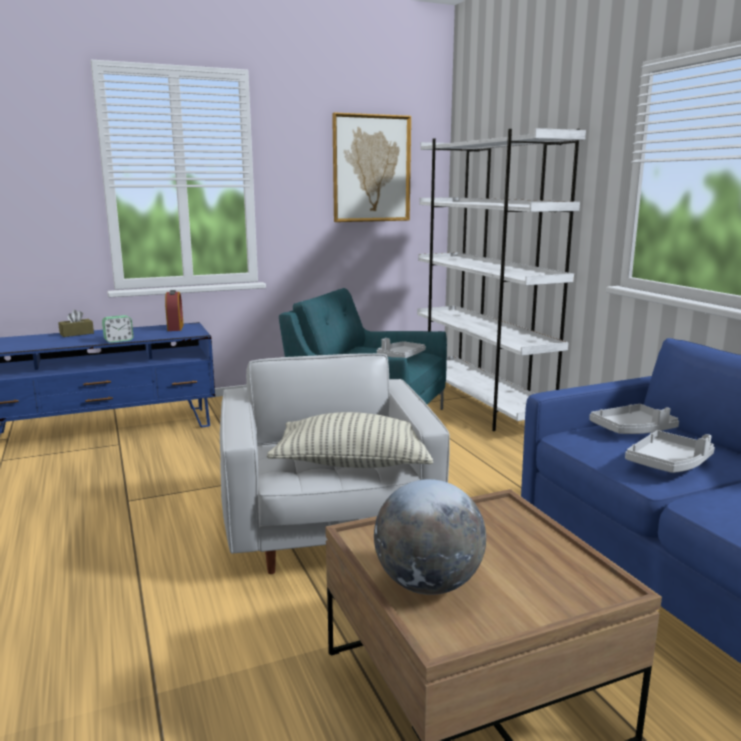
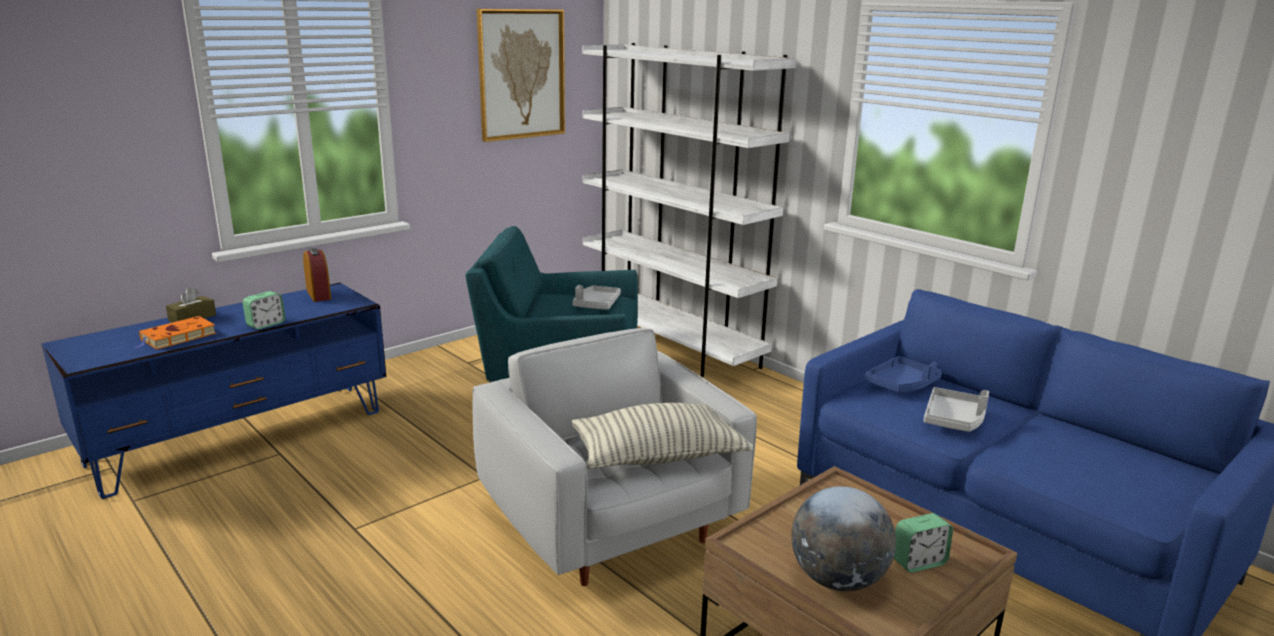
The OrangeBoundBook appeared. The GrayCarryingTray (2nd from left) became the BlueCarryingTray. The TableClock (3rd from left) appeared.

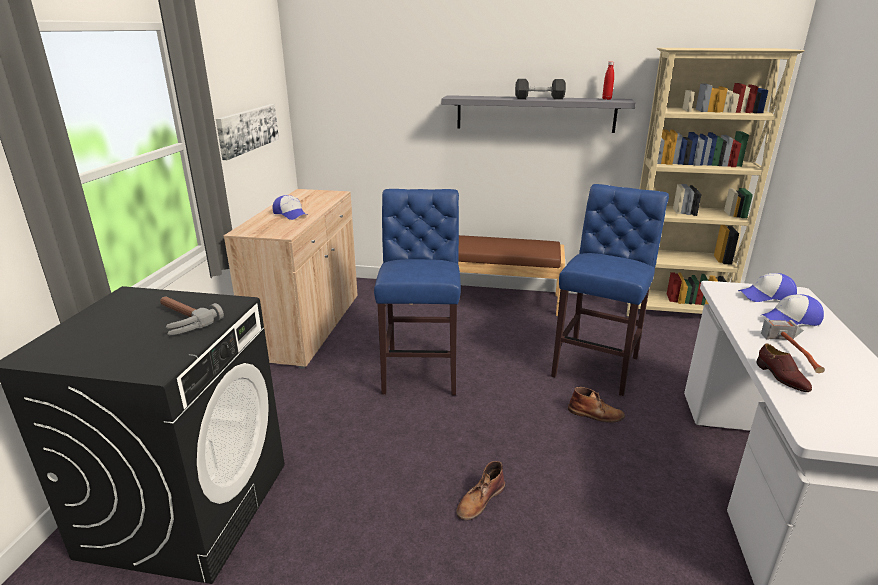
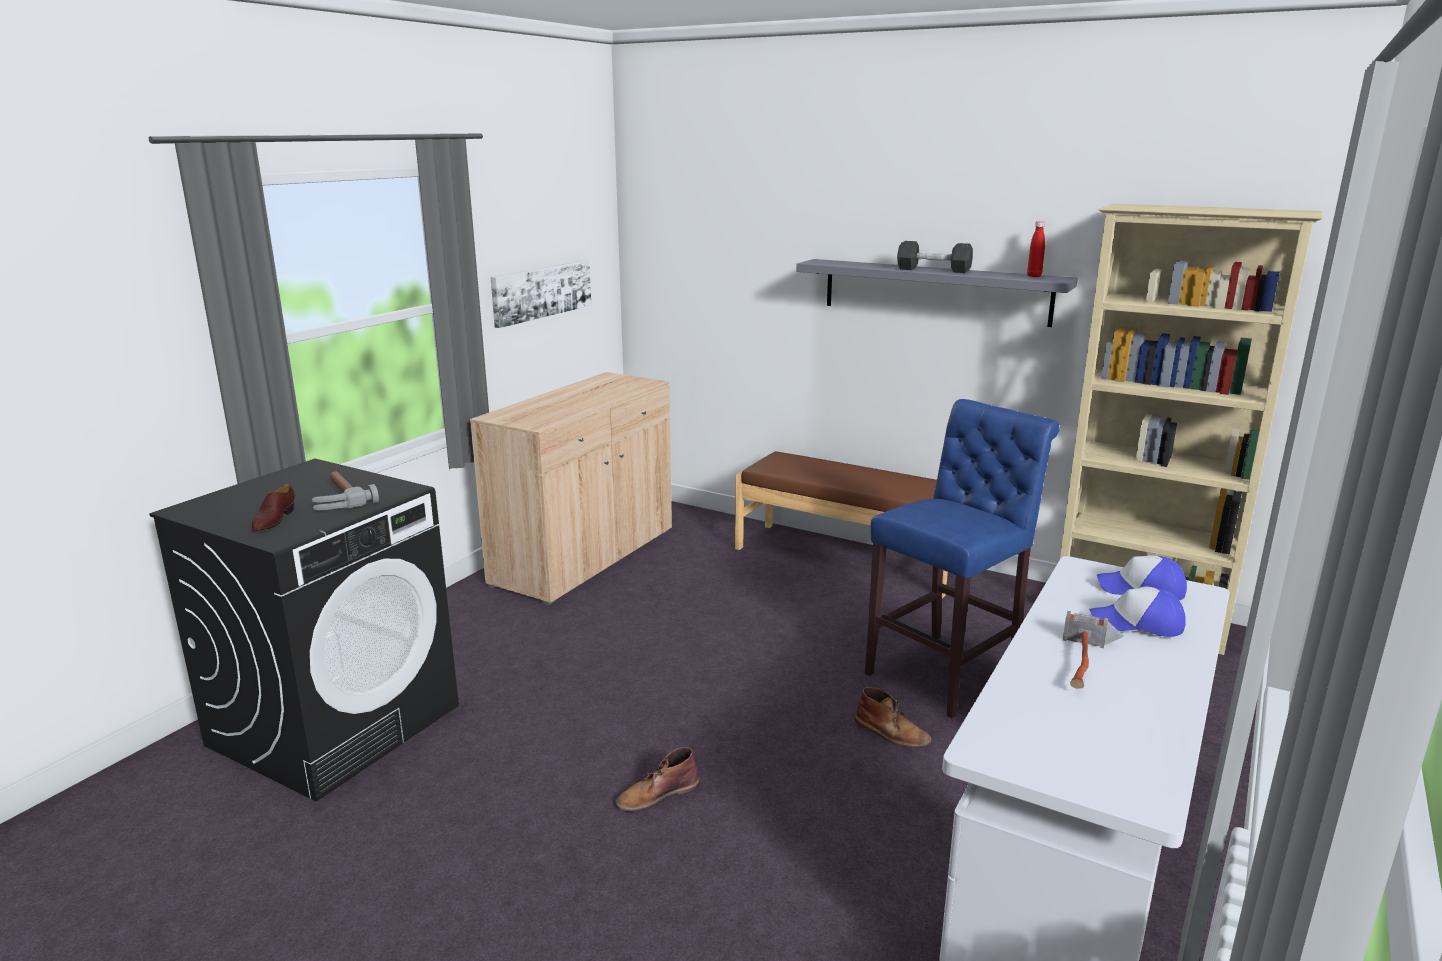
The BrownShoe moved. The BaseballCap (1st from left) disappeared. The BlueSittingStool (1st from left) disappeared.

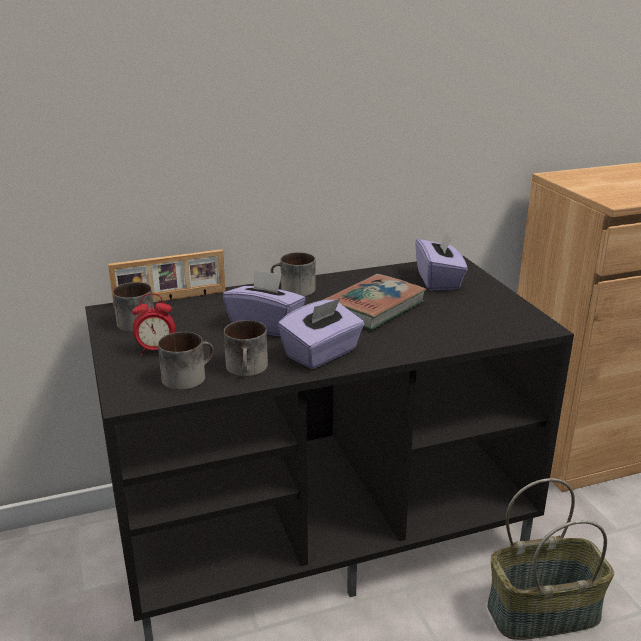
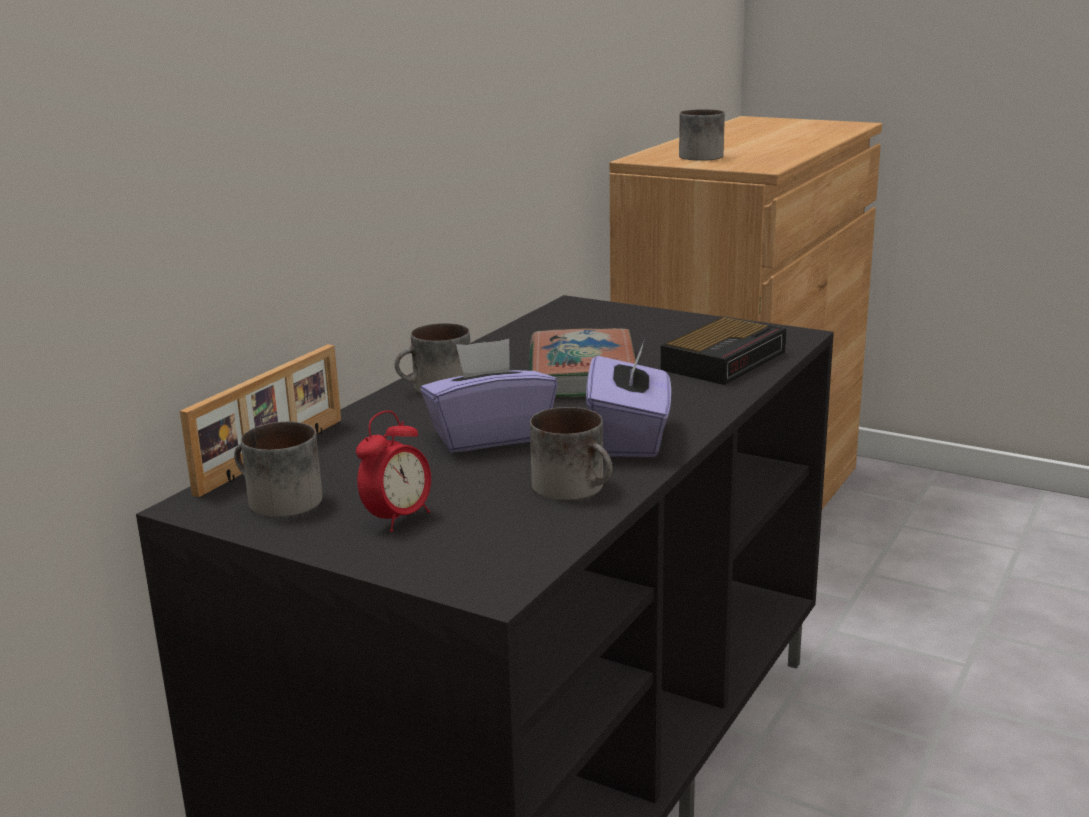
The TableClock (2nd from left) appeared. The TeaMug (2nd from left in the first image) moved. The PurpleColouredBoxOfTissues (3rd from left) disappeared. The Basket disappeared.

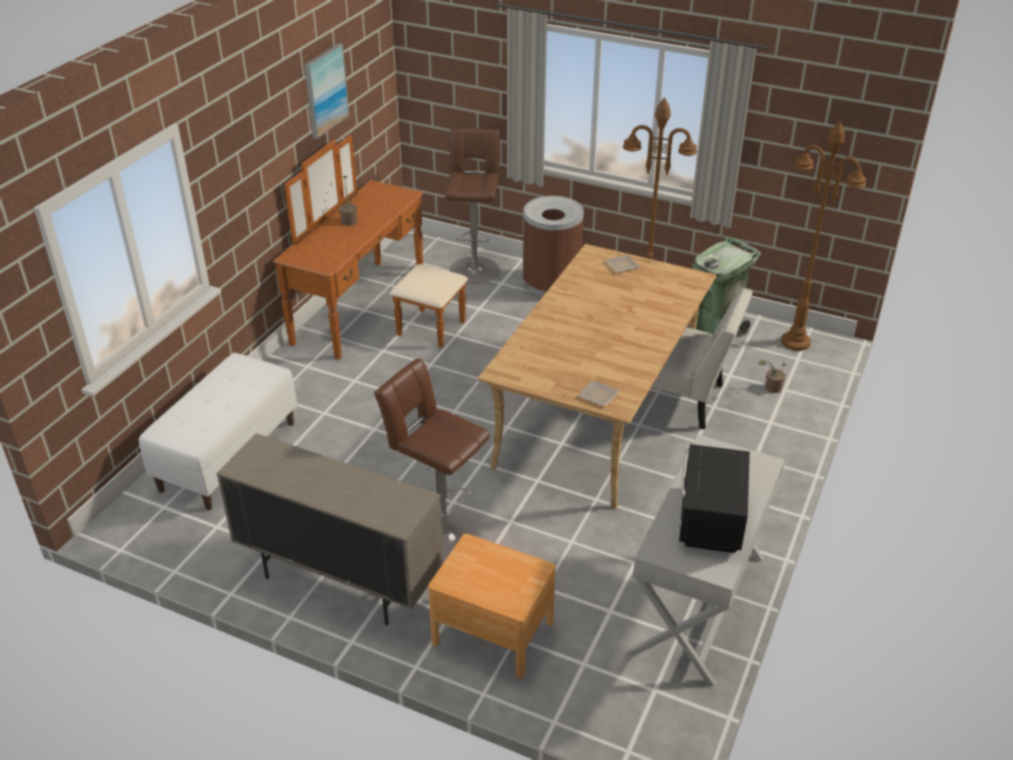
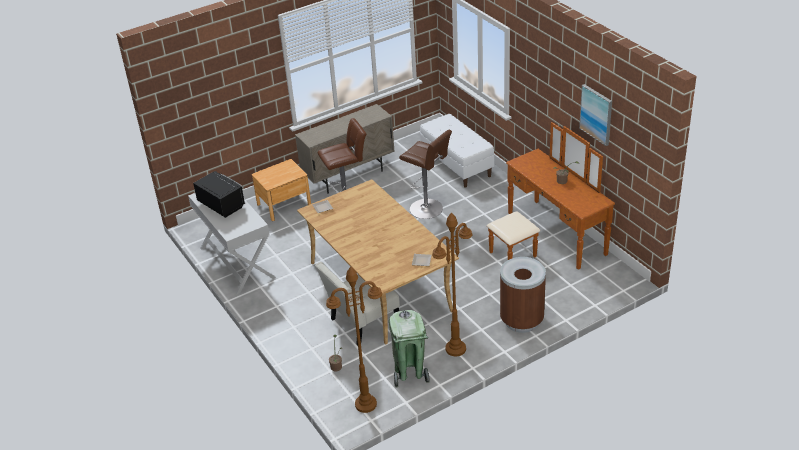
The BrownSittingStool (2nd from left) moved.

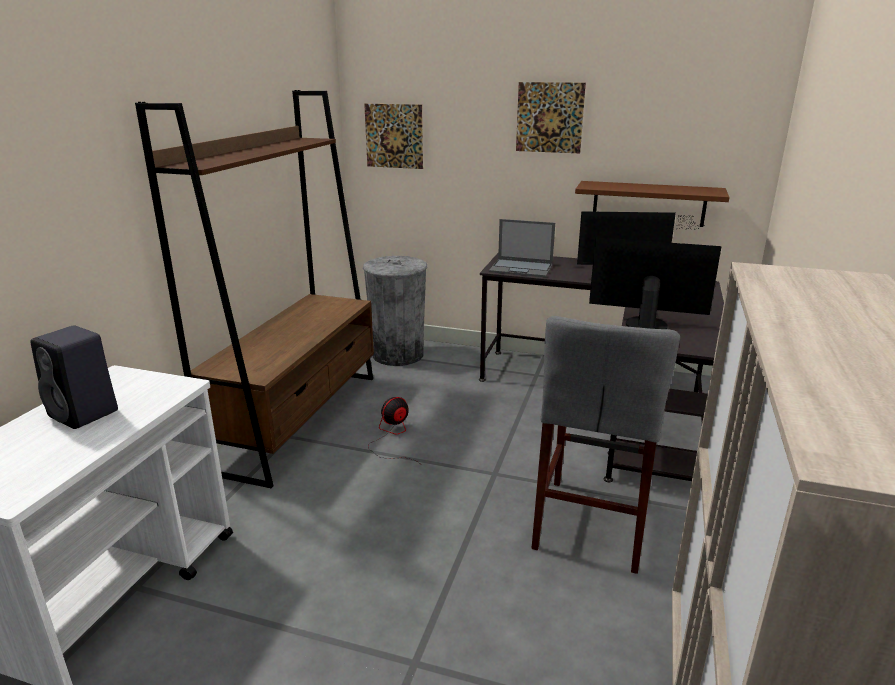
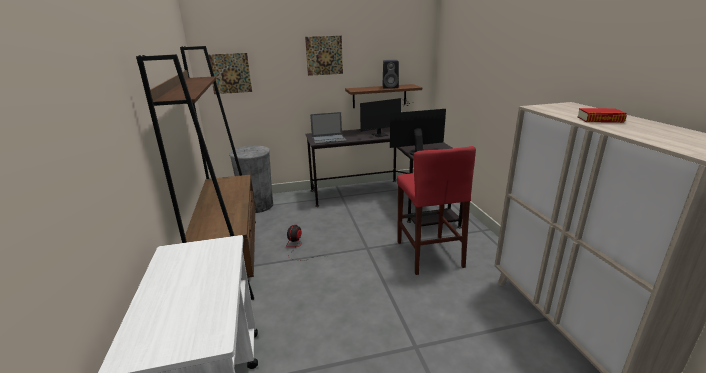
The BlackSpeaker moved. The GraySittingStool became the ReddishSittingStool. The BoundBook appeared.

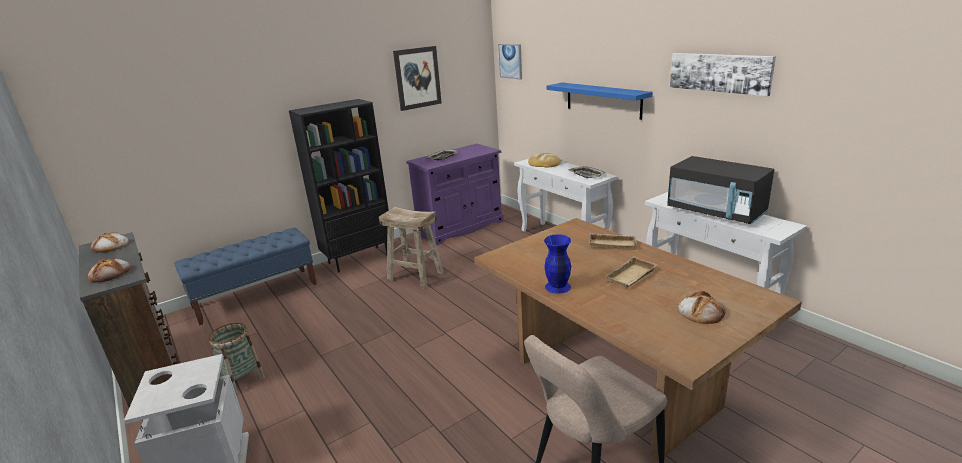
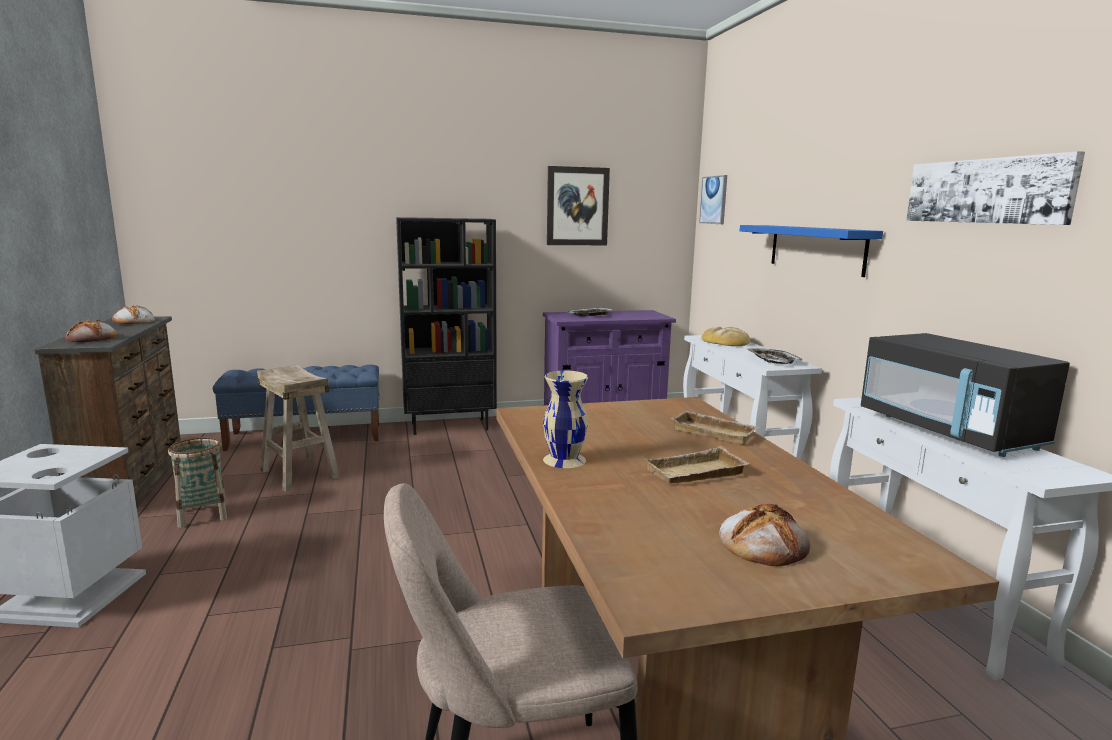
The BeigeSittingStool moved. The BlueFlowerVase became the BeigeFlowerVase.

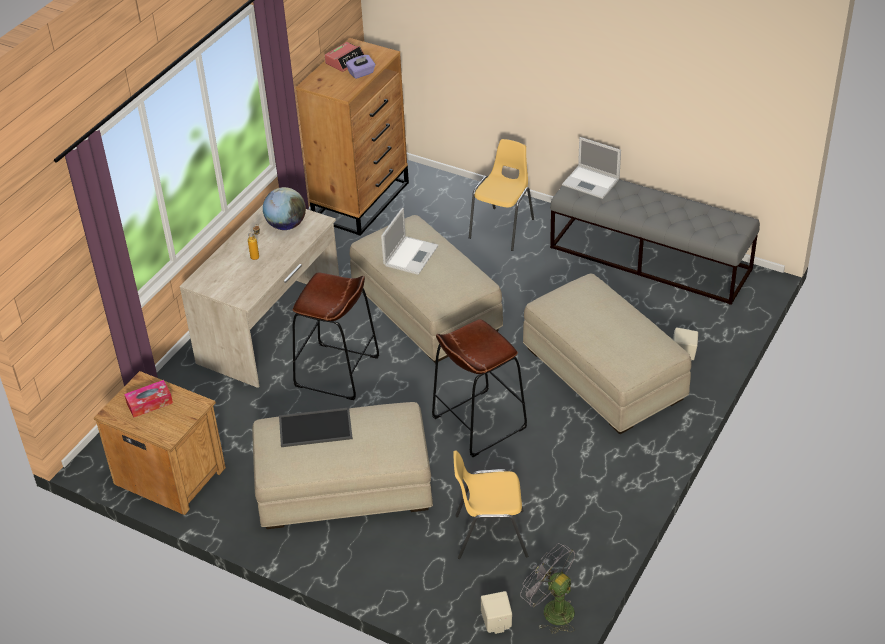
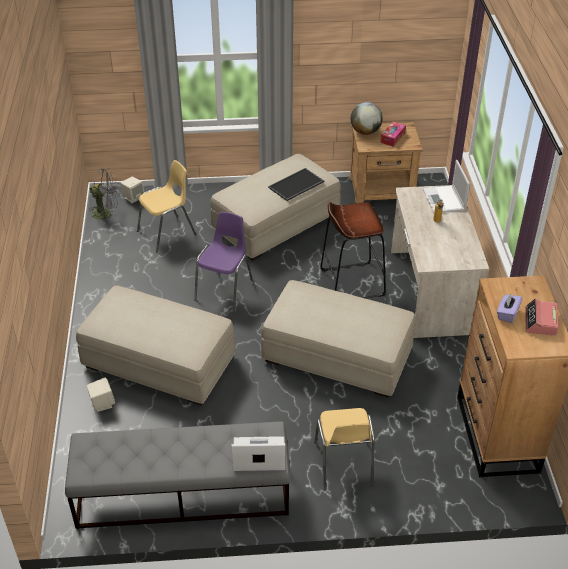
The BrownSittingStool (2nd from left) was replaced by the PurpleColouredUprightChair. The WorldGlobe moved. The NotebookComputer (1st from left in the first image) moved.

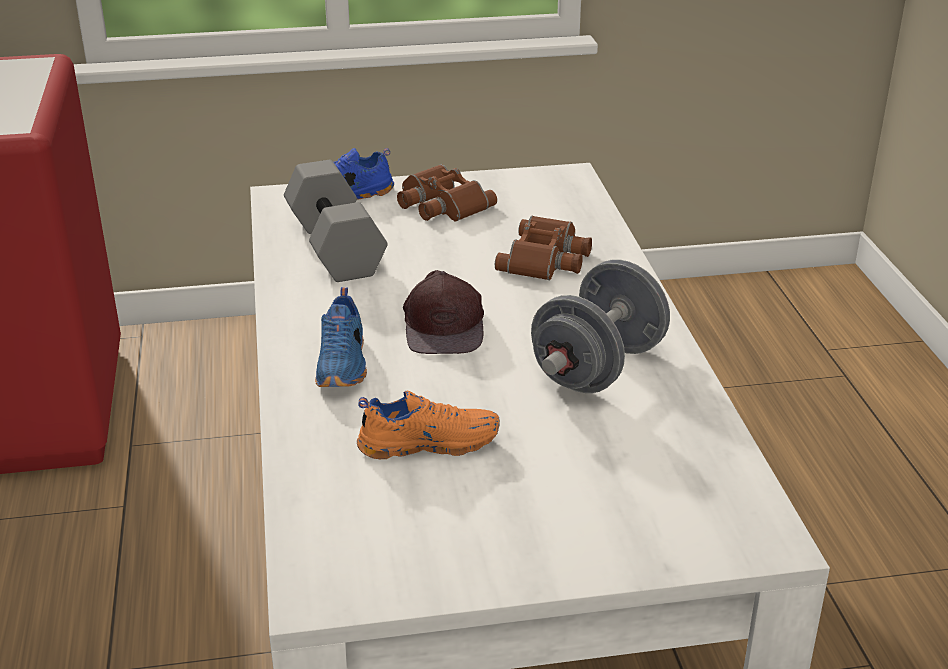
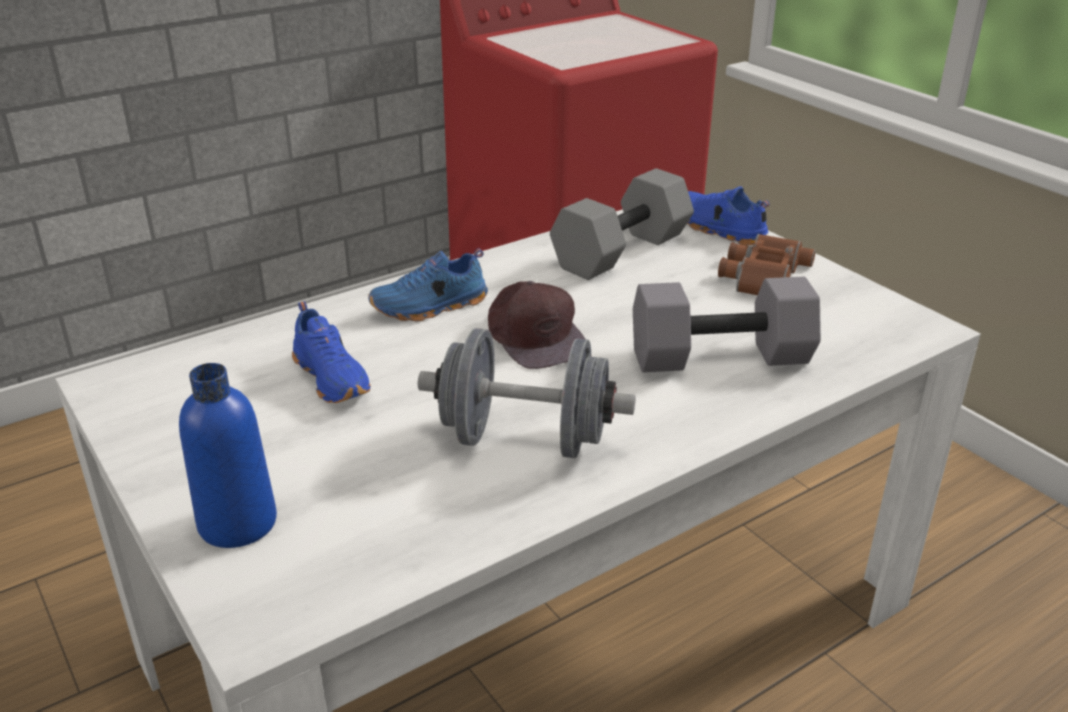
The BlueDrinkBottle appeared. The OrangeShoe became the BlueShoe (1st from left). The BrownBaseballCap turned 90 degrees counterclockwise. The BrownFieldGlasses (2nd from left) was replaced by the GrayFreeWeight (3rd from left).

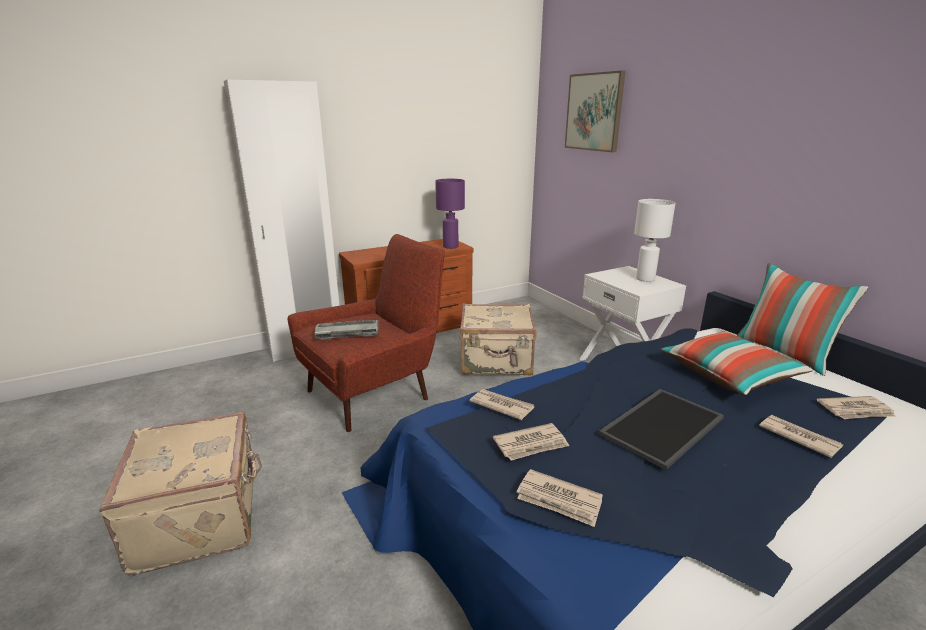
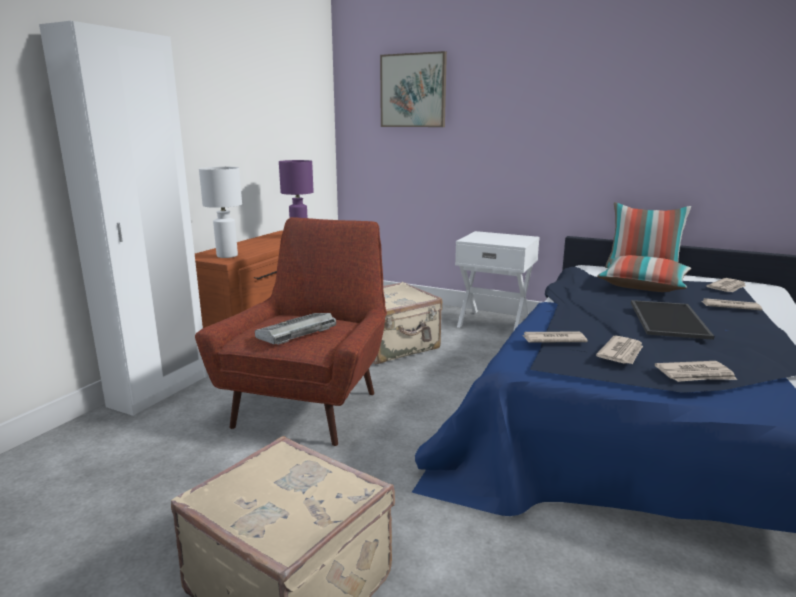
The WhitishTabletopLamp moved.

